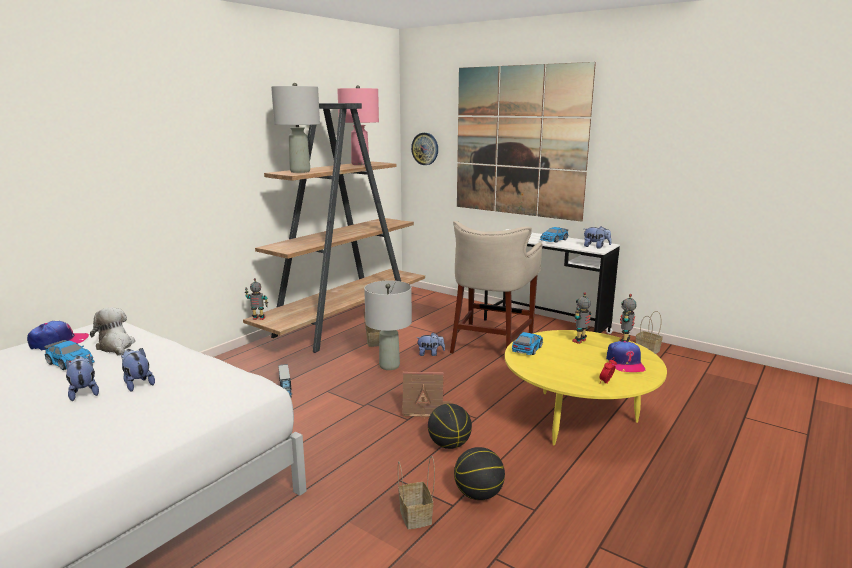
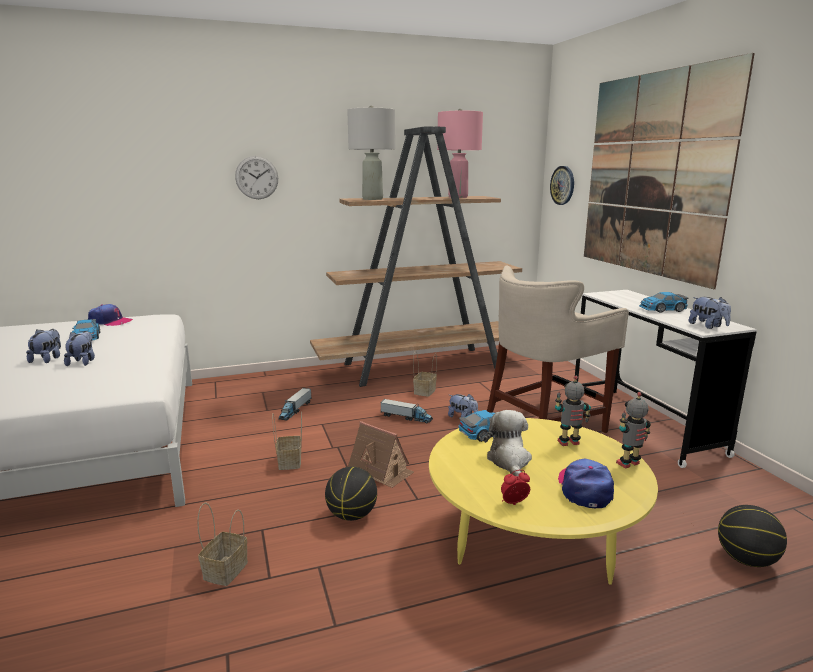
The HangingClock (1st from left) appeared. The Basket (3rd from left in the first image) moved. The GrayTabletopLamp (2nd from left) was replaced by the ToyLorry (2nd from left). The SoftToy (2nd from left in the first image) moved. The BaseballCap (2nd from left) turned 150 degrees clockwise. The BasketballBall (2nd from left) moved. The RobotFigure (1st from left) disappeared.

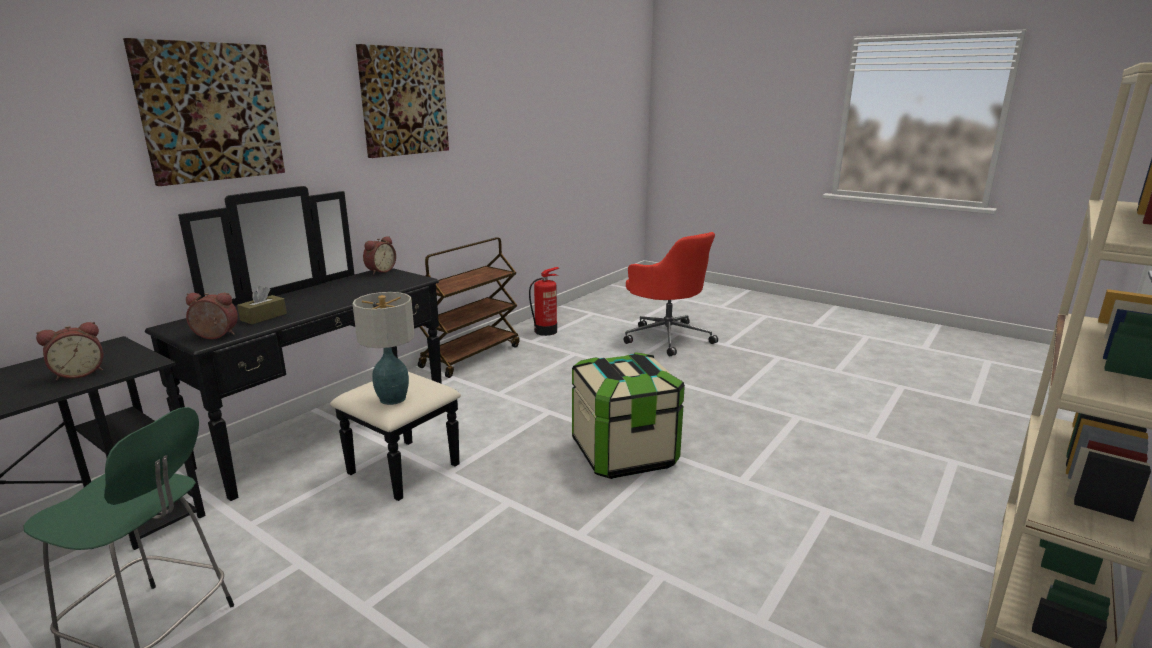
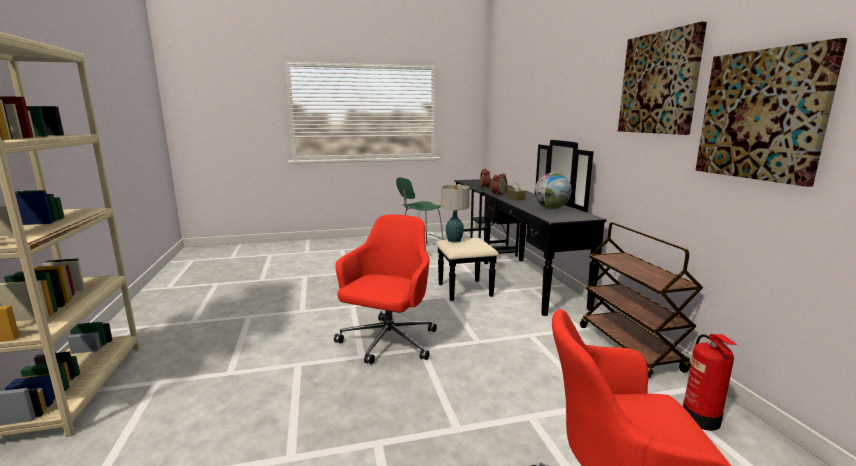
The StorageContainer was replaced by the ReddishDeskChair (1st from left). The WorldGlobe appeared. The Picture (1st from left in the first image) moved. The TableClock (3rd from left) disappeared.

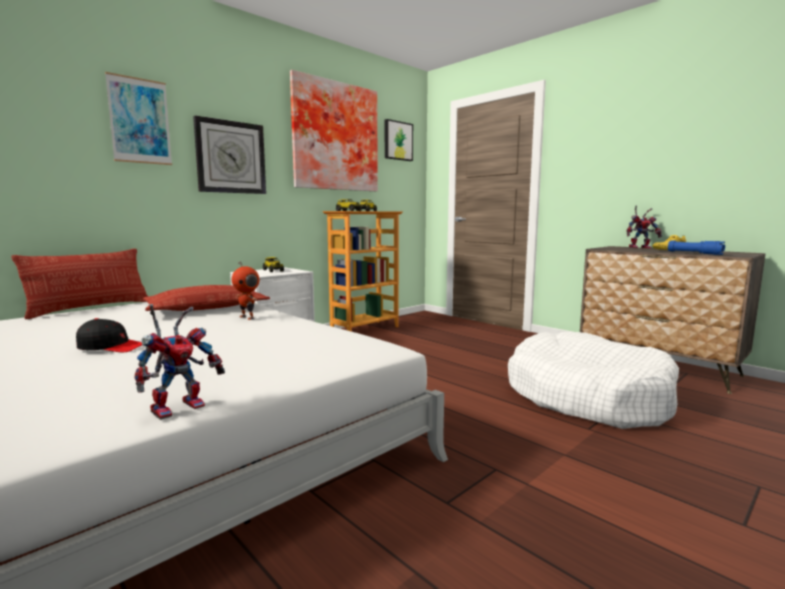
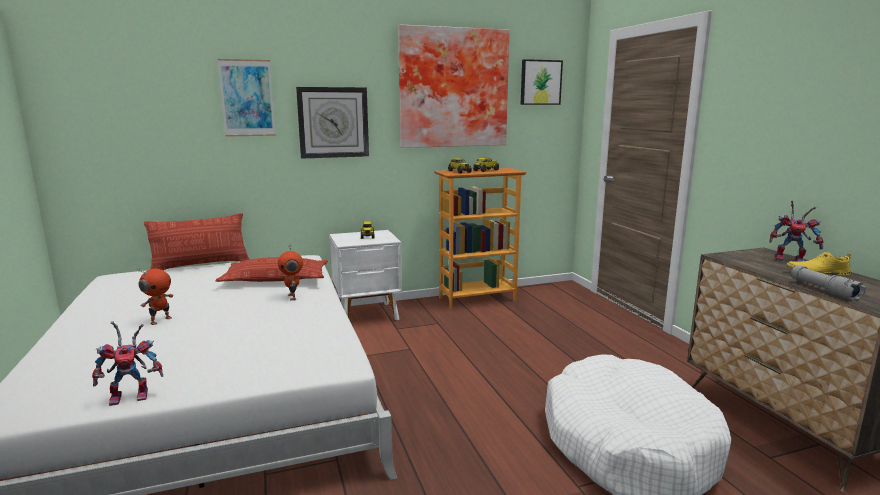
The BlackBaseballCap was replaced by the RobotFigure (2nd from left). The BlueTorch became the GrayTorch.

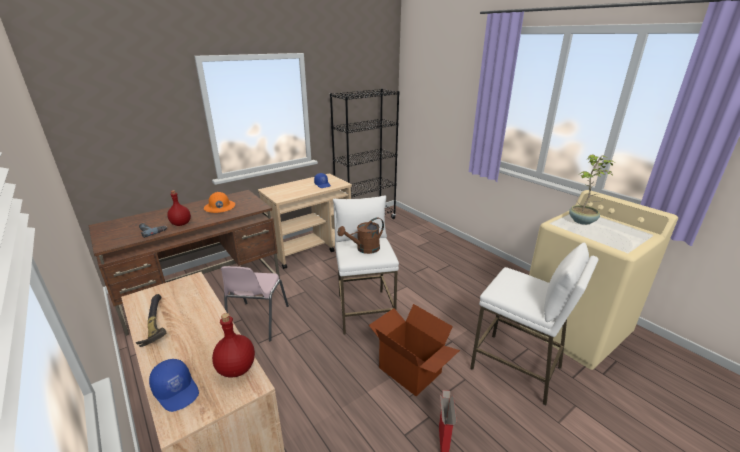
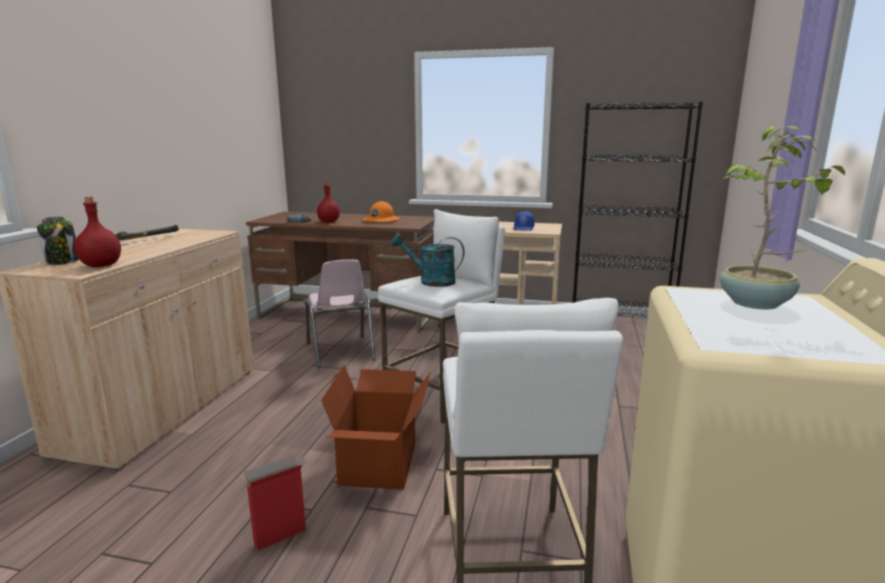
The BlueBaseballCap (1st from left) was replaced by the StorageJar. The PinkUprightChair turned 75 degrees counterclockwise. The BrownWateringPot became the TurquoiseColouredWateringPot.

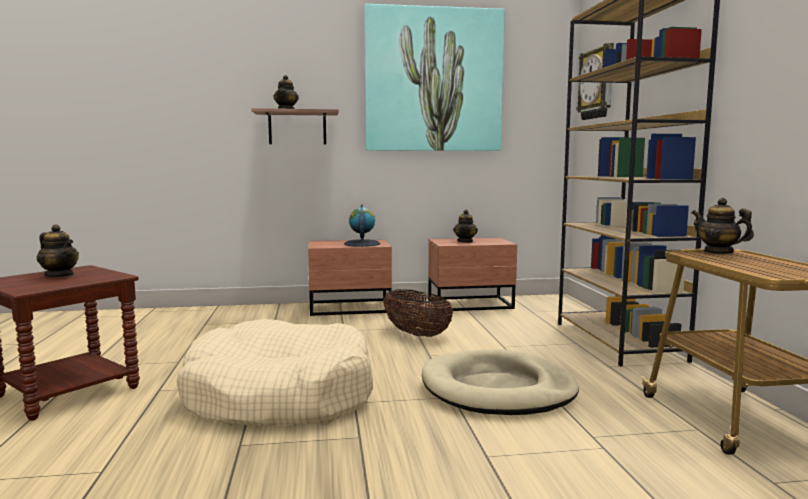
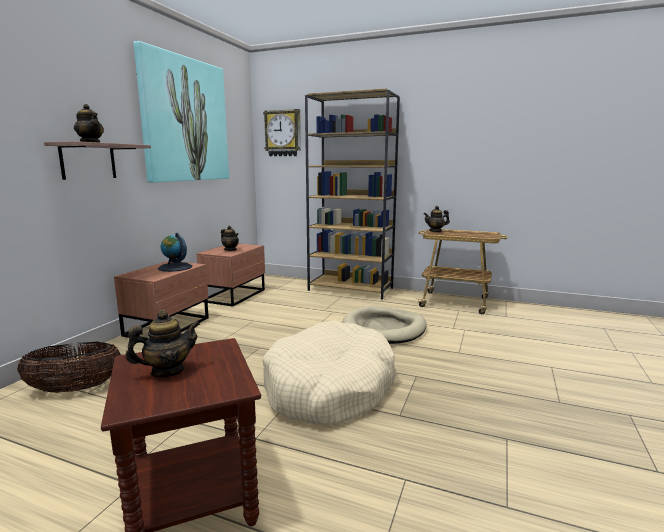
The Basket moved.

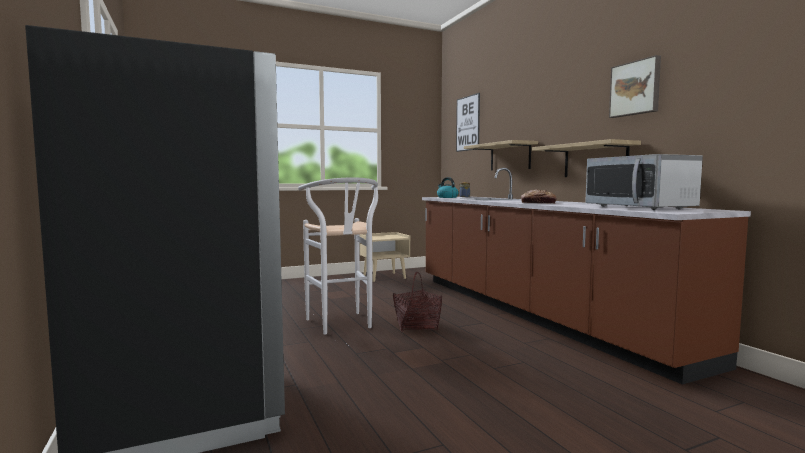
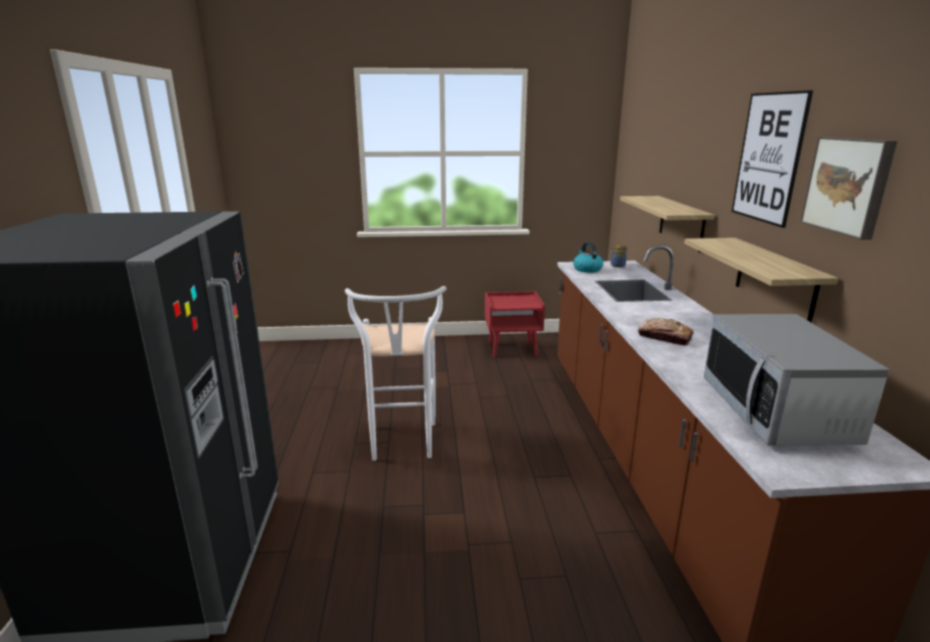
The BeigeNightstand became the ReddishNightstand. The Picture (1st from left) moved. The Basket disappeared.

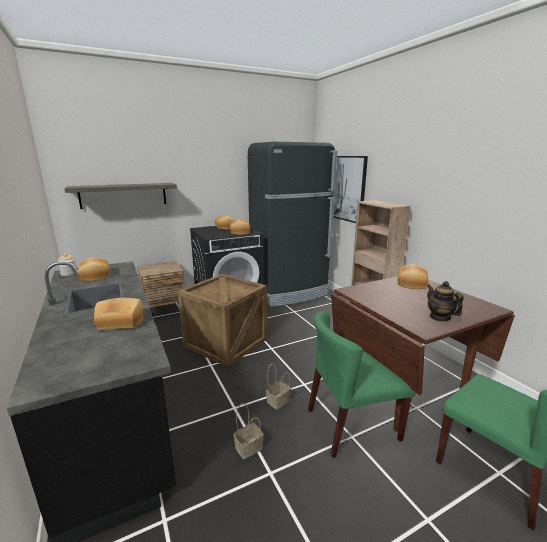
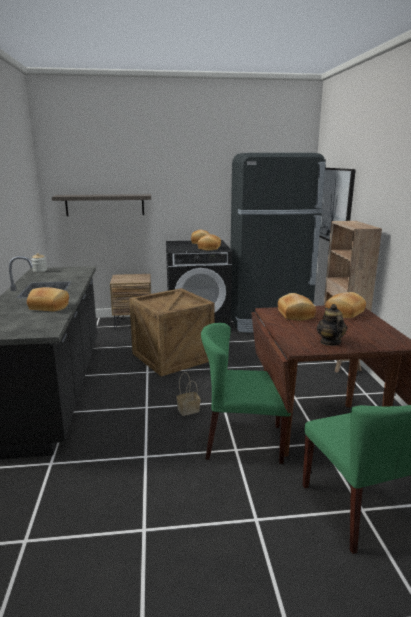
The BakeryBread (1st from left in the first image) moved. The Basket (1st from left) disappeared.

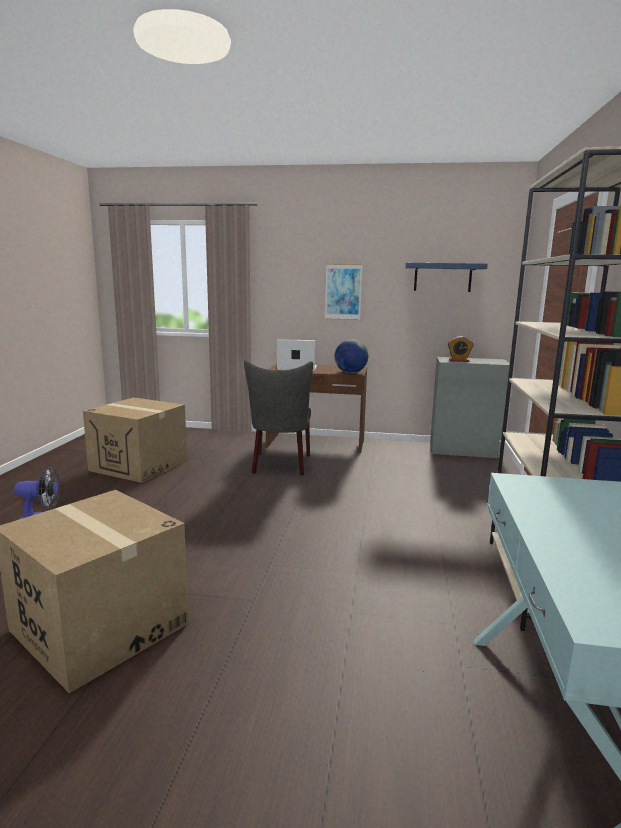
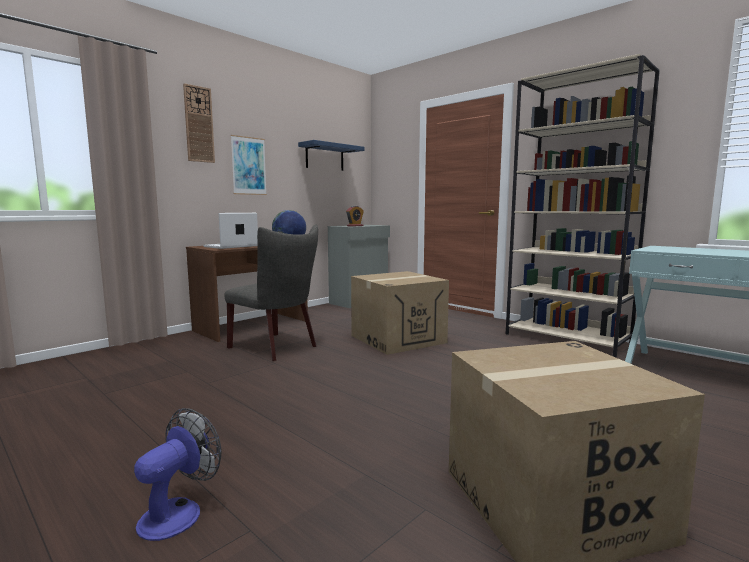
The HangingClock appeared. The Carton (2nd from left in the first image) moved.

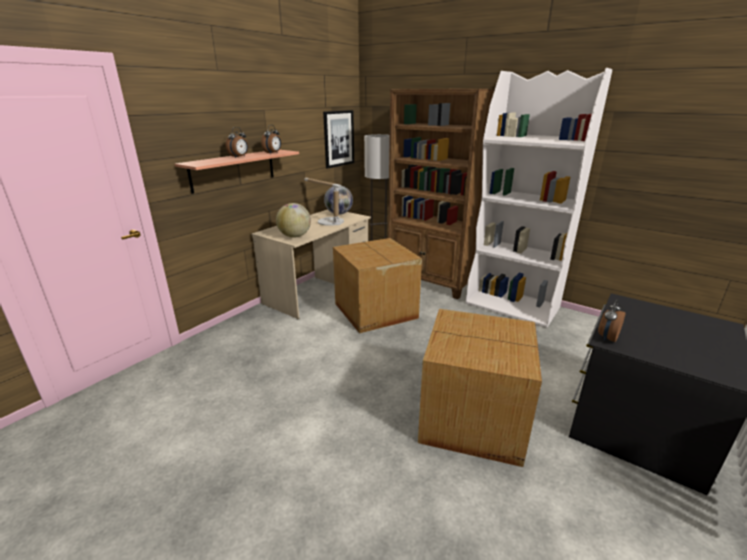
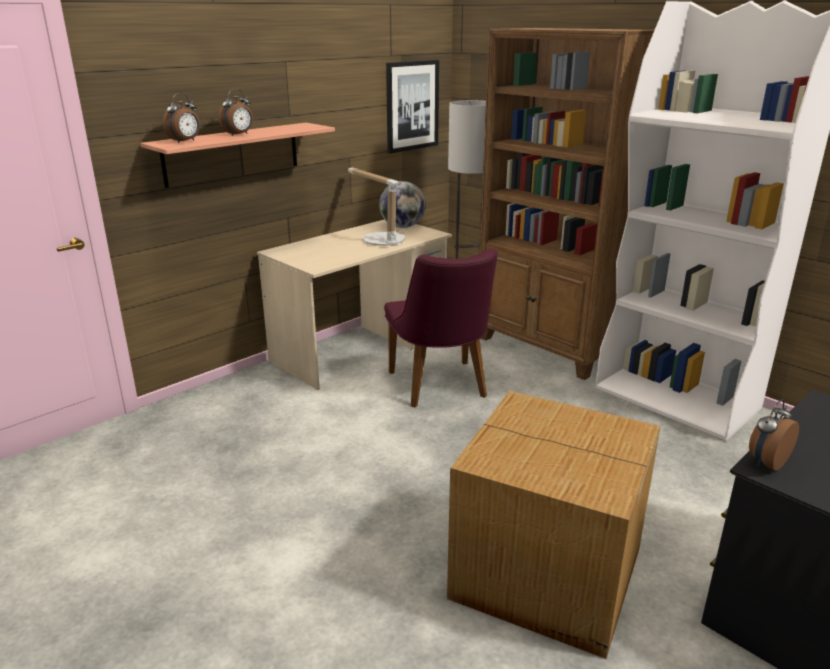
The TableClock (2nd from left in the first image) moved. The Carton (1st from left) was replaced by the PurpleColouredUprightChair. The WorldGlobe (1st from left) disappeared.

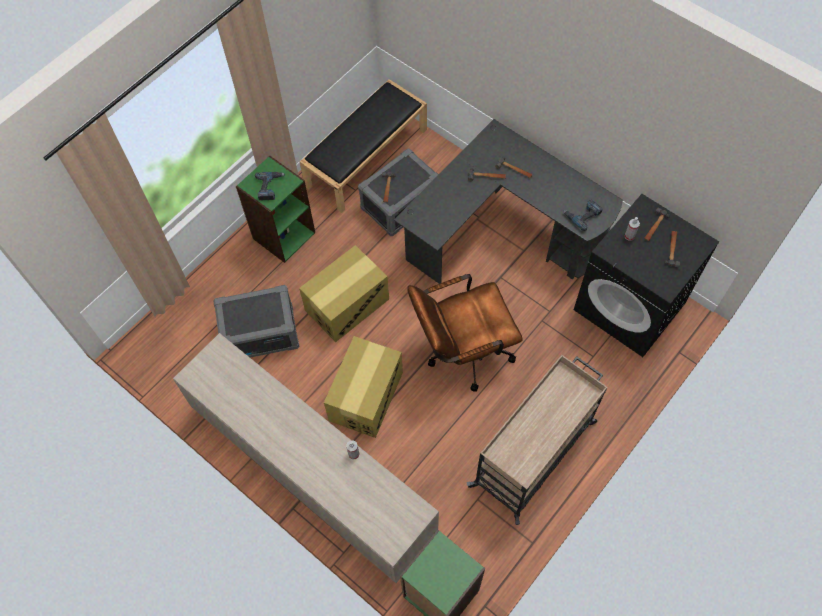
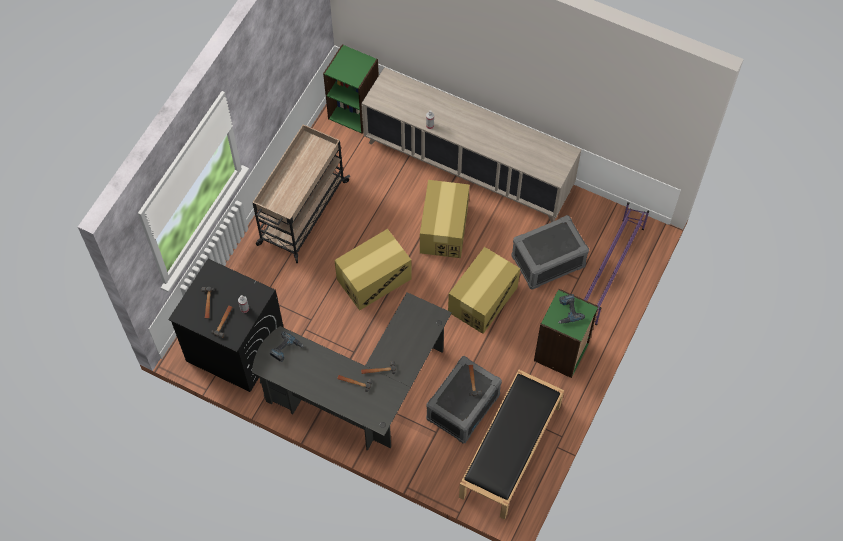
The BrownDeskChair was replaced by the Carton (1st from left). The PurpleColouredShoeStand appeared.

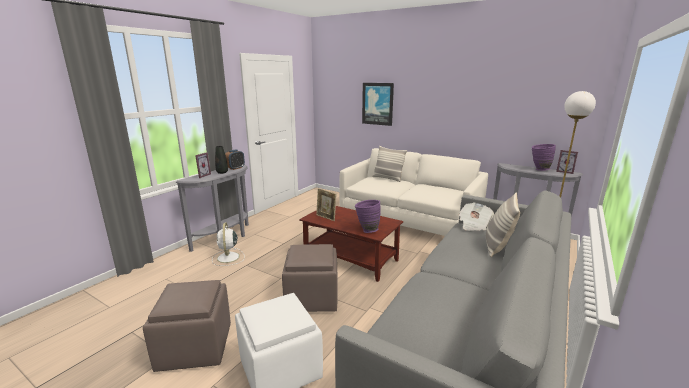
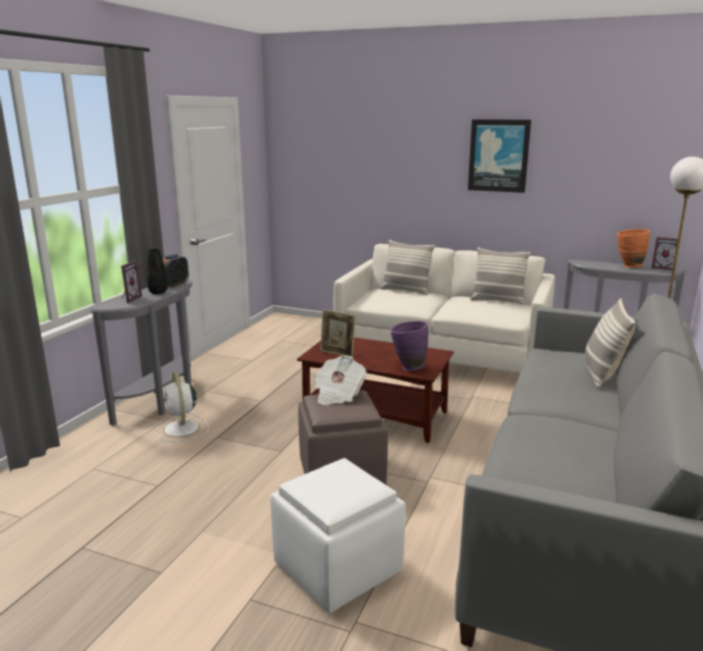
The Newspaper moved. The Picture moved. The Pillow (2nd from left) appeared. The PurpleColouredFlowerVase (2nd from left) became the OrangeFlowerVase. The BrownOttoman (1st from left) disappeared.

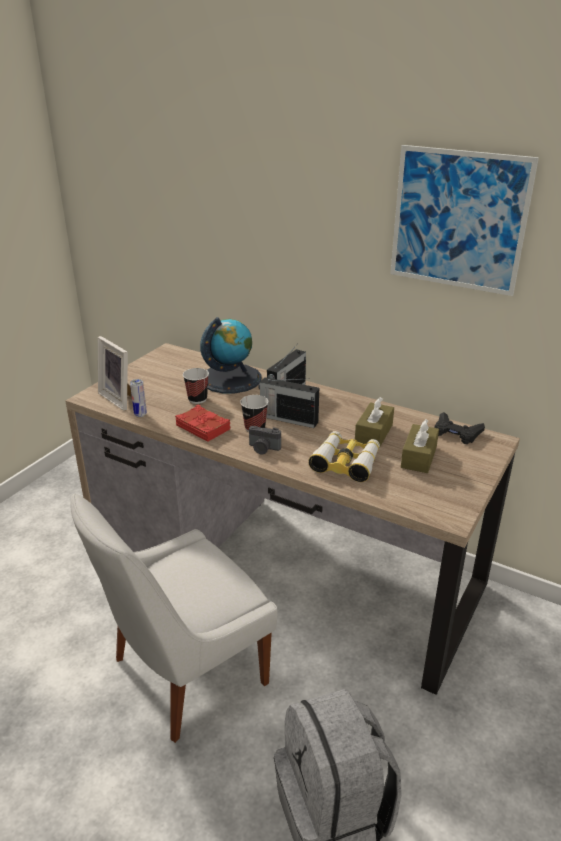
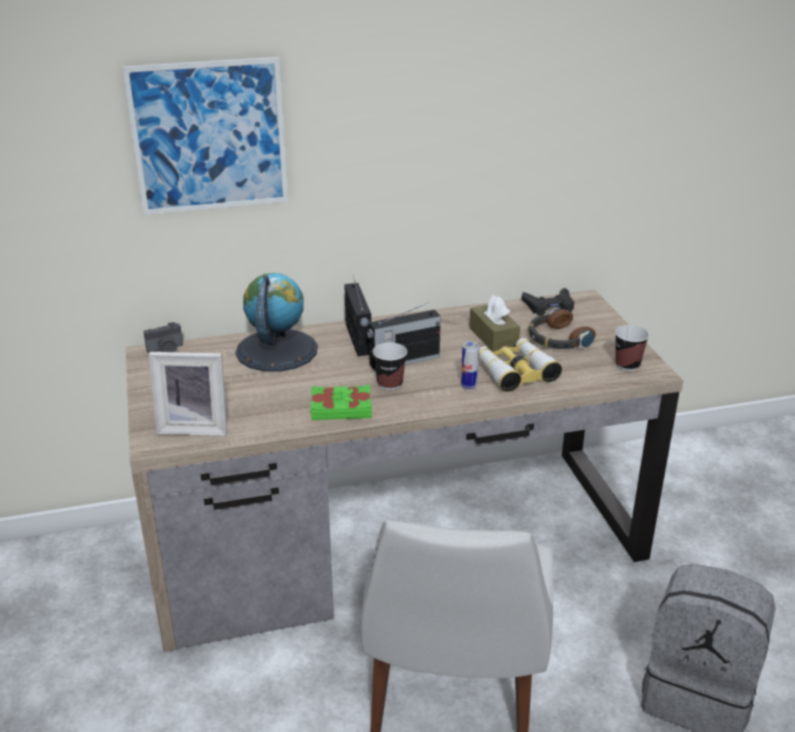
The Picture moved. The PhotoCamera moved. The ReddishBoundBook became the GreenColouredBoundBook. The SealedCan moved. The BrownBoxOfTissues (2nd from left) was replaced by the PairOfHeadphones. The Cup (1st from left in the first image) moved.

